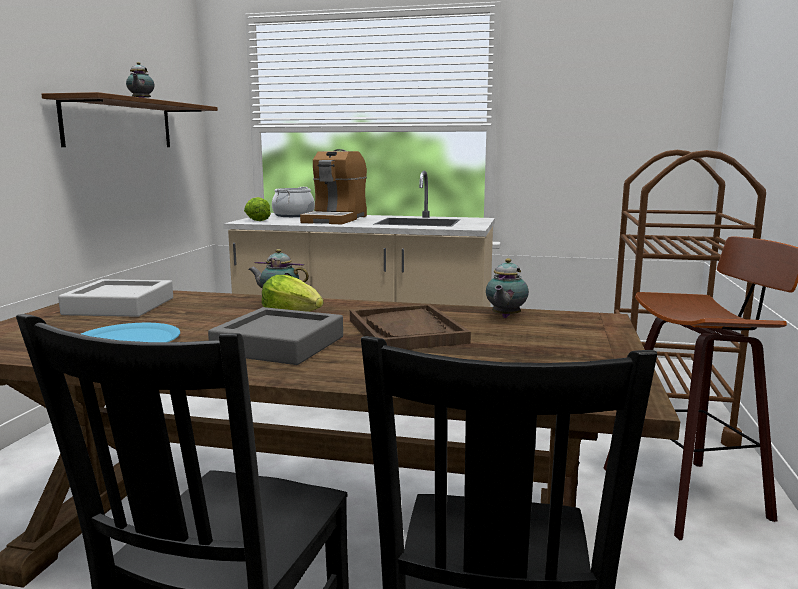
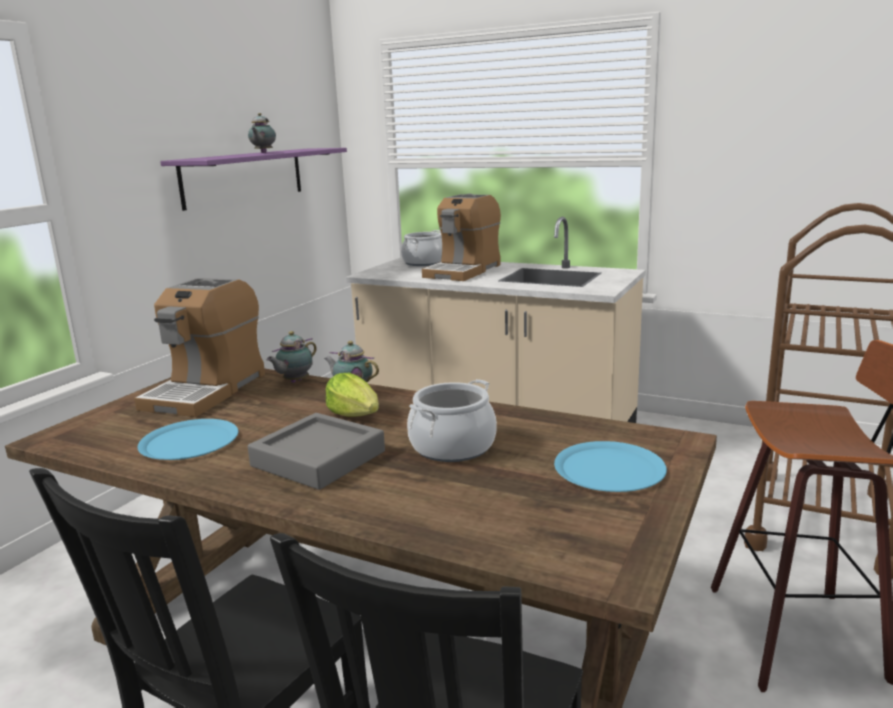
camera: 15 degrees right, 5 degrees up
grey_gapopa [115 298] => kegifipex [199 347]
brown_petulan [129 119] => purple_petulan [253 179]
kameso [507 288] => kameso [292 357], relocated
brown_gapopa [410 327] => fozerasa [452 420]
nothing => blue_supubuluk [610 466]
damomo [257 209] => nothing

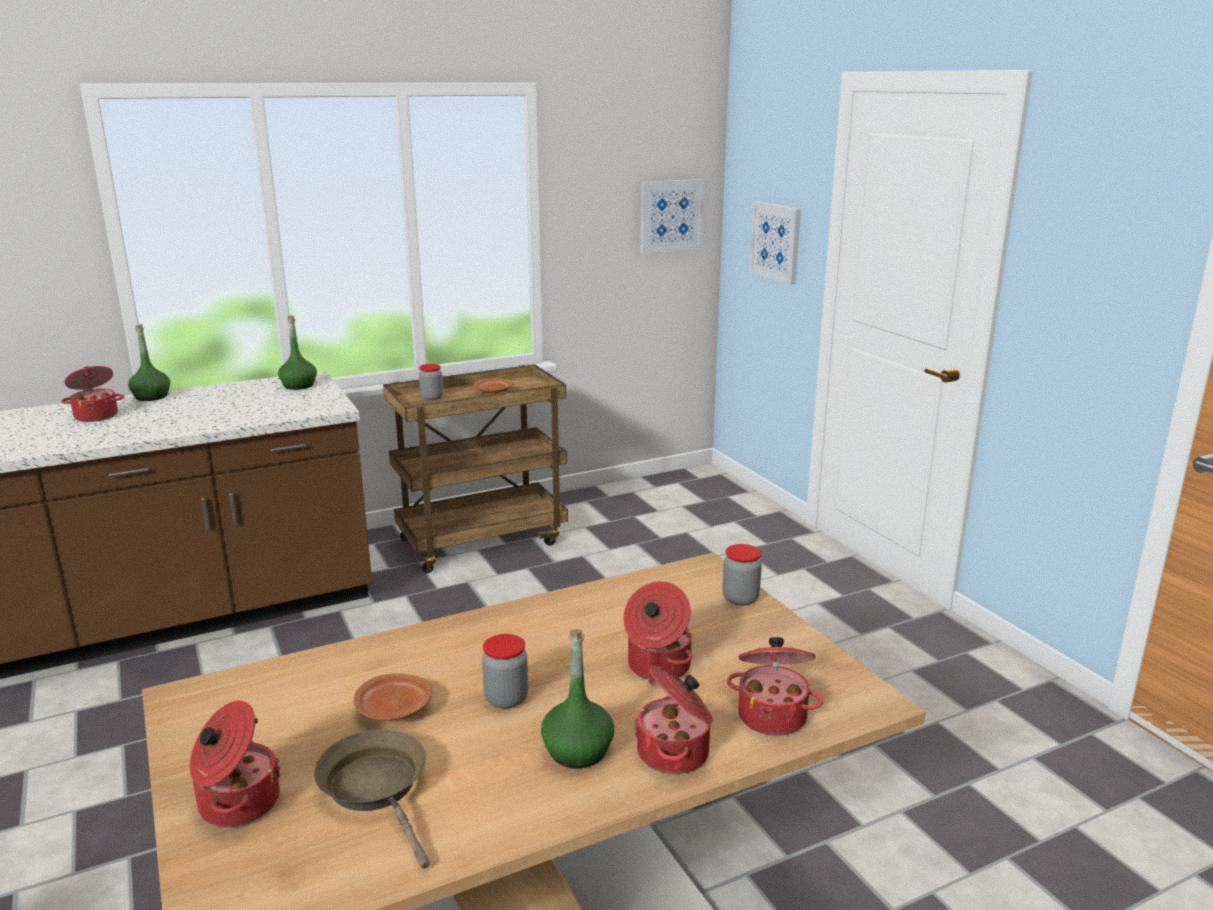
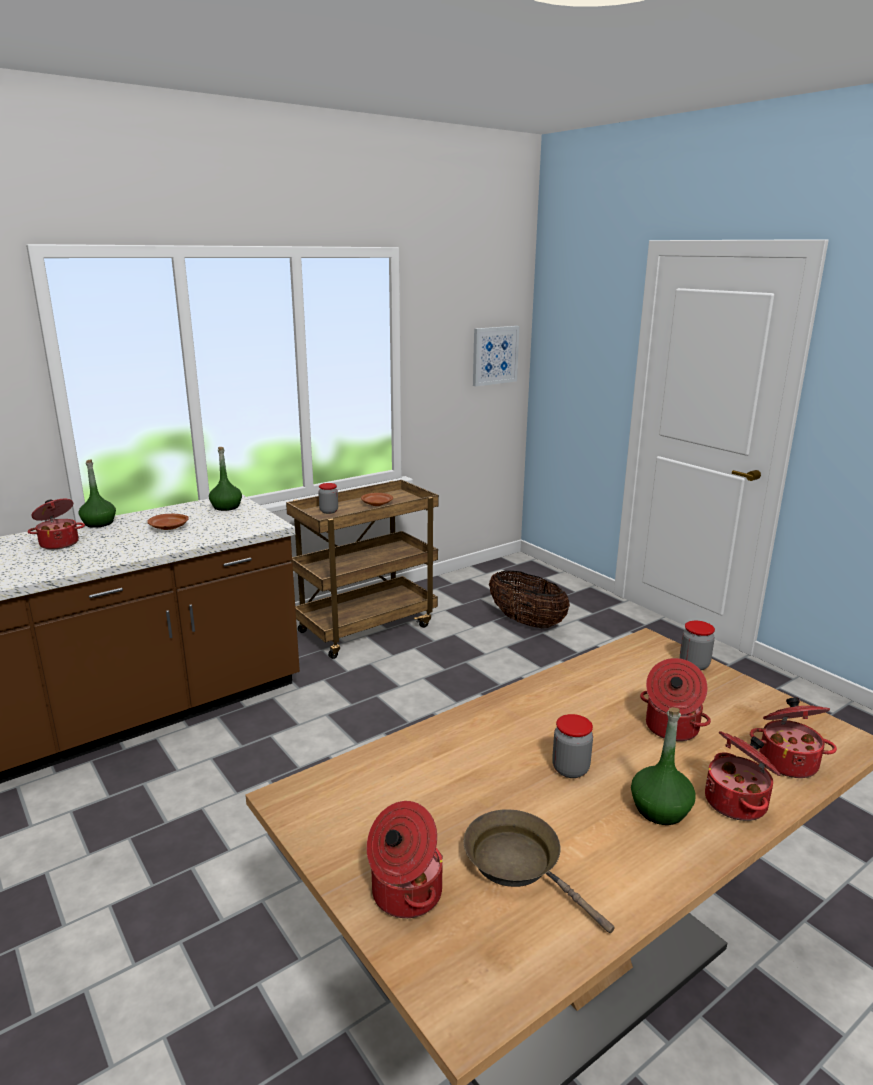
camera: 10 degrees left, 0 degrees up
brown_supubuluk [392 697] => brown_supubuluk [168 522], relocated
nothing => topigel [529 599]
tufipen [775 243] => nothing

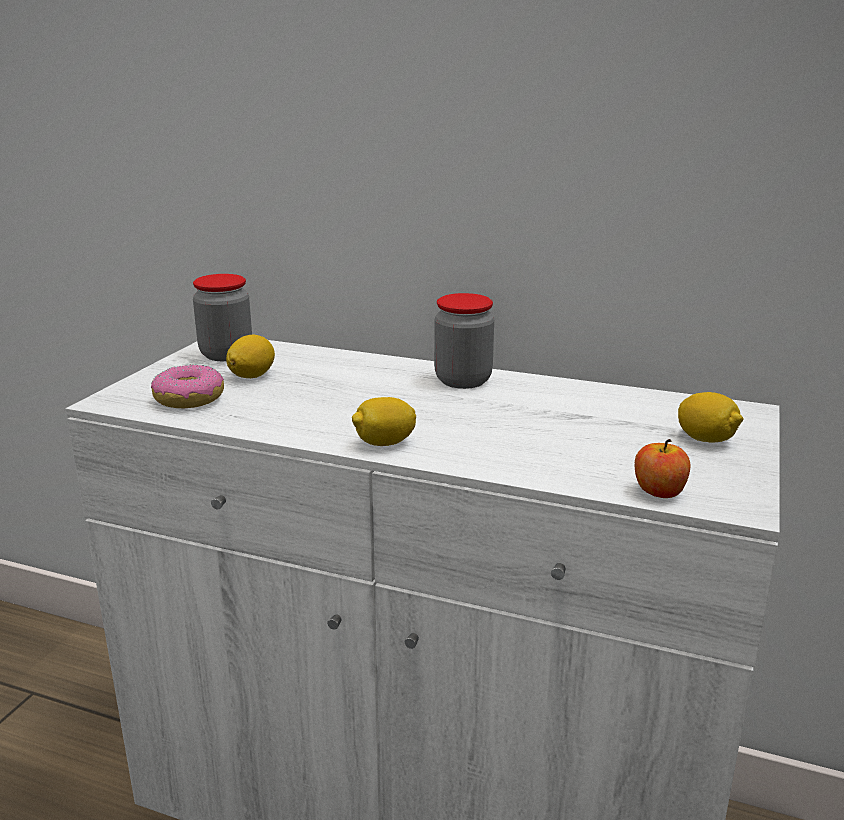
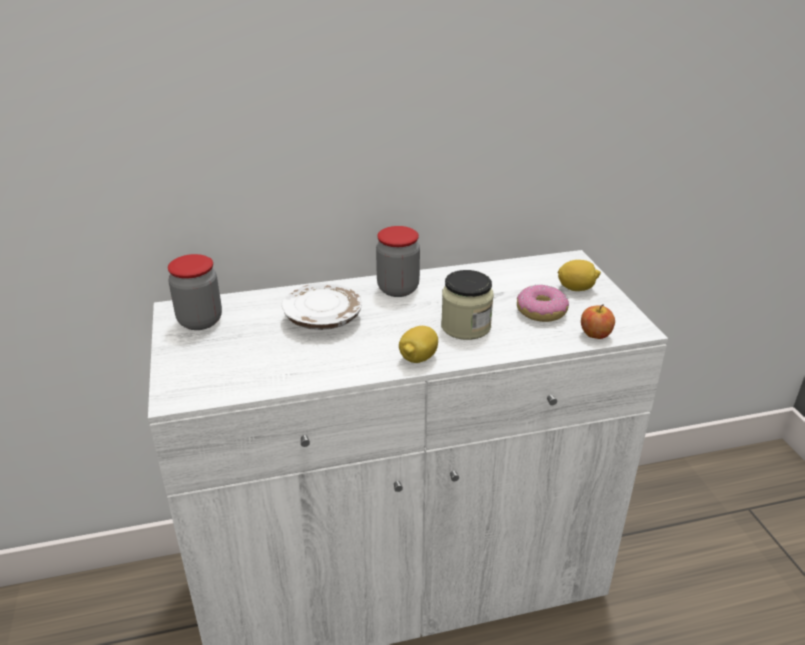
camera: 35 degrees left, 10 degrees up
nothing => white_supubuluk [322 306]
nothing => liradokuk [467 305]
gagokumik [187 386] => gagokumik [543 303], relocated
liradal [250 356] => nothing

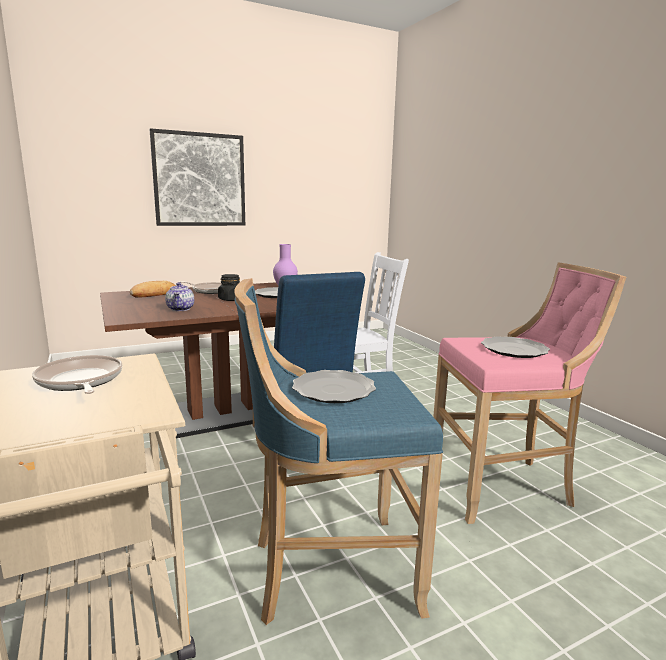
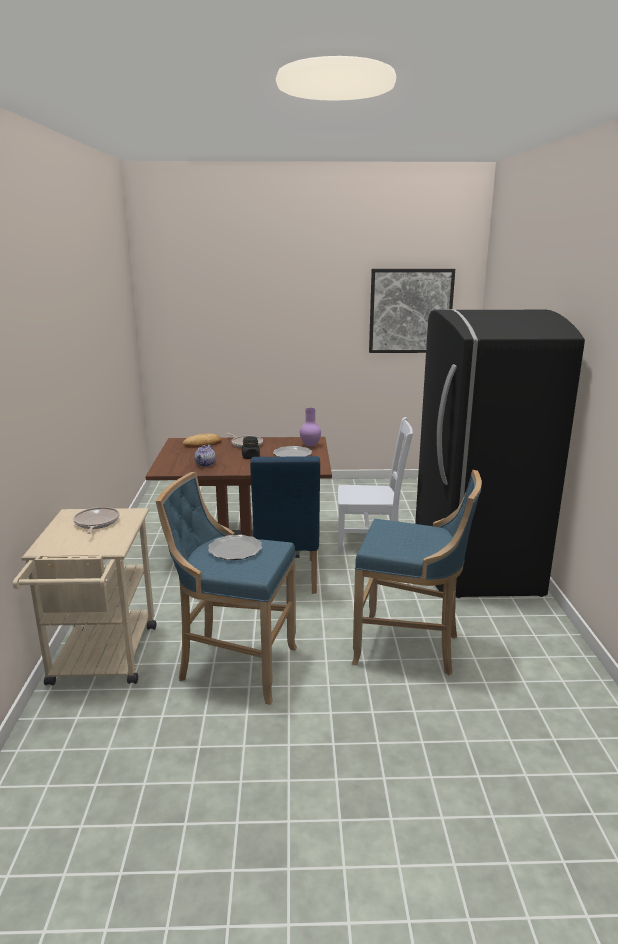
camera: 25 degrees right, 5 degrees up
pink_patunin [529 393] => blue_patunin [417 572]
tufipen [197 177] => tufipen [412 311], relocated
nothing => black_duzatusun [500 453]
supubuluk [515 347] => nothing

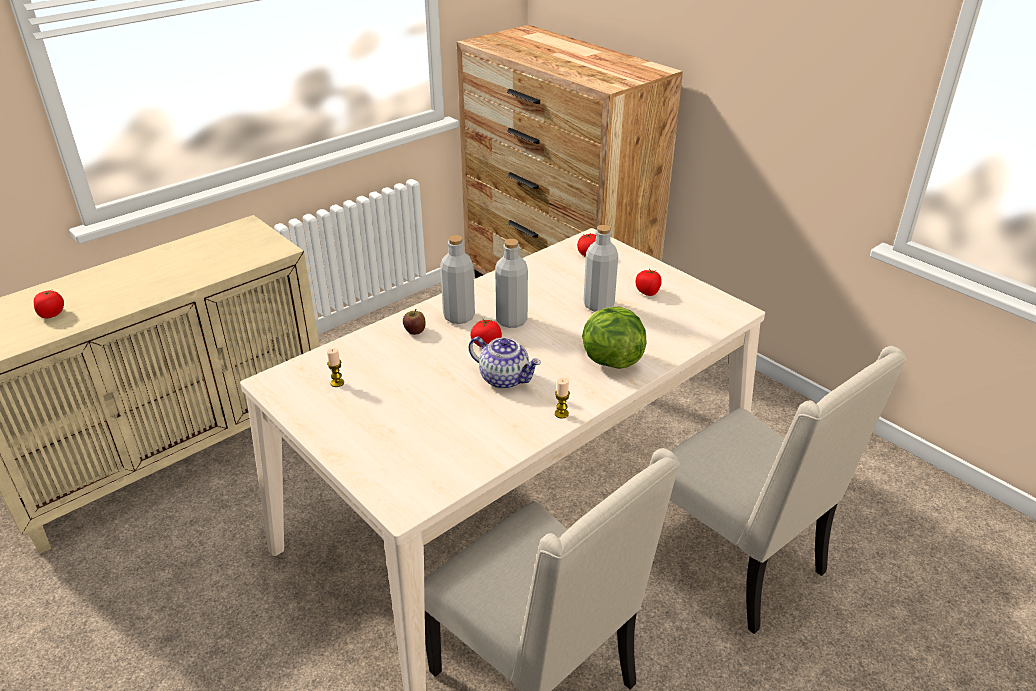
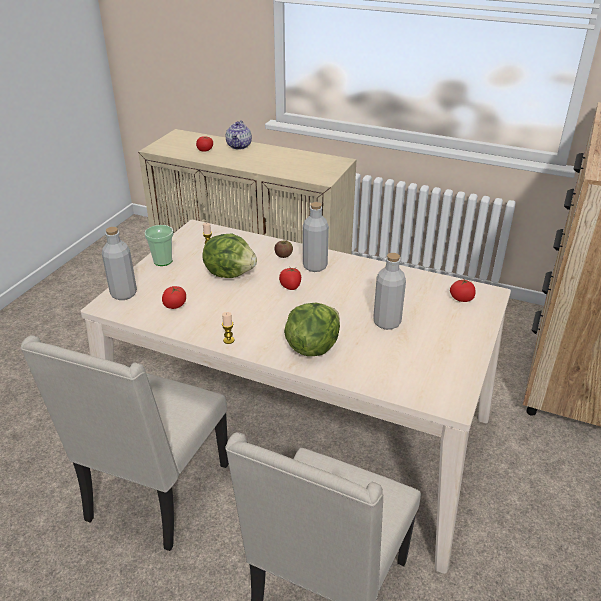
camera: 65 degrees right, 0 degrees up
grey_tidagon [511 283] => grey_tidagon [119 263], relocated
nothing => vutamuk [159 245]
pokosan [648 282] => pokosan [174 297], relocated
nothing => damomo [230 255]
kameso [505 363] => kameso [239 135], relocated

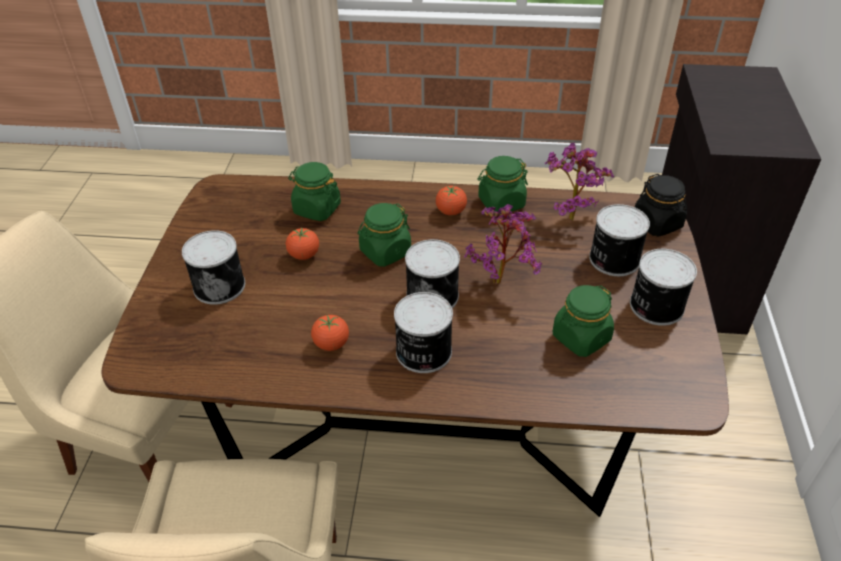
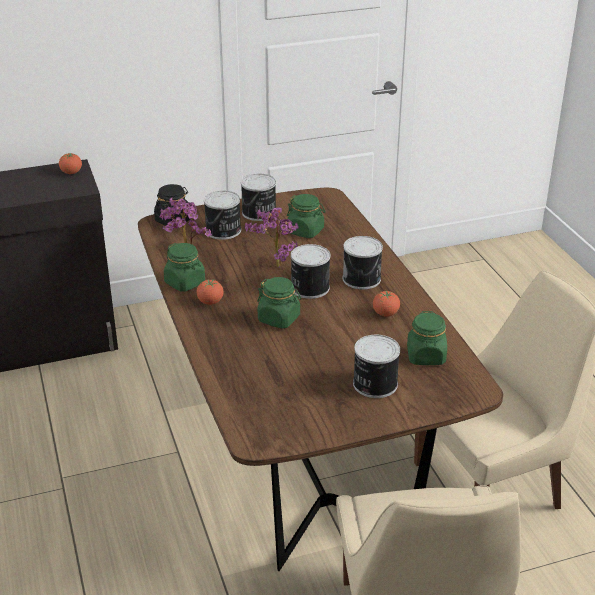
camera: 115 degrees left, 10 degrees down
pokosan [302 244] => pokosan [70 163], relocated
green_liradokuk [314 191] => green_liradokuk [427 338], relocated

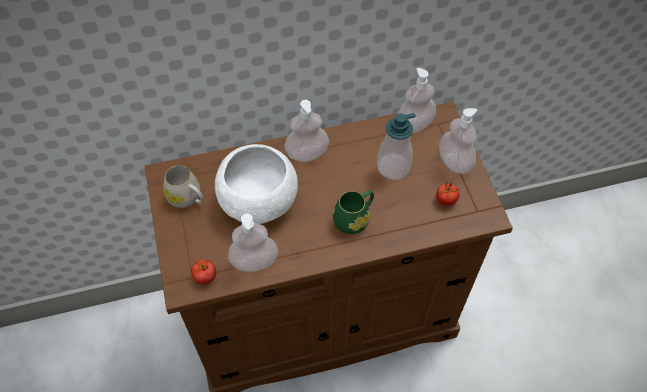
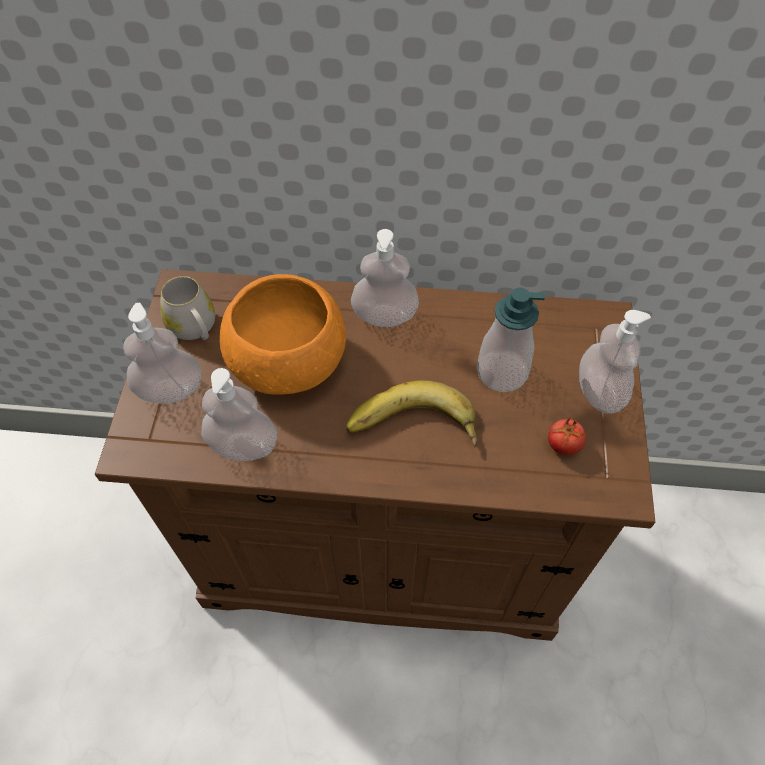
camera: 20 degrees right, 0 degrees up
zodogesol [416 100] => zodogesol [162 353], relocated
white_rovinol [256 184] => orange_rovinol [282 334]
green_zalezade [353 212] => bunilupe [412 413]
pokosan [203 271] => nothing

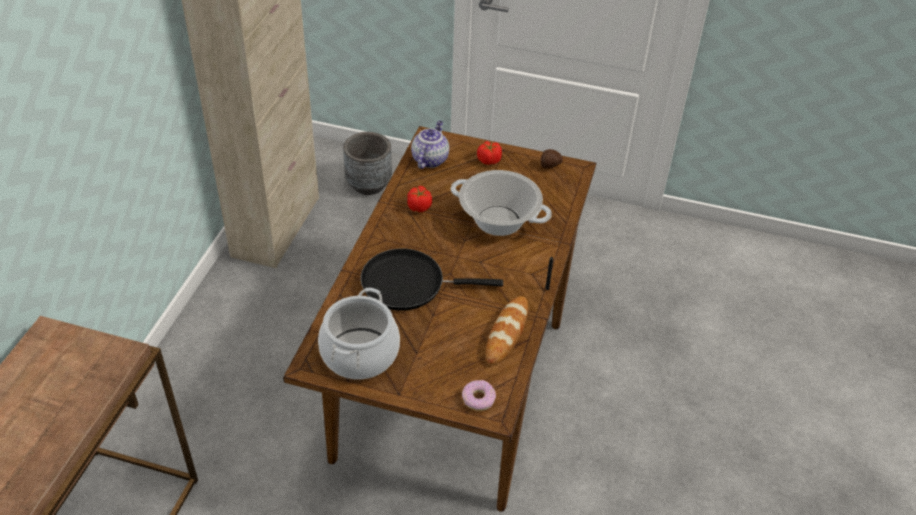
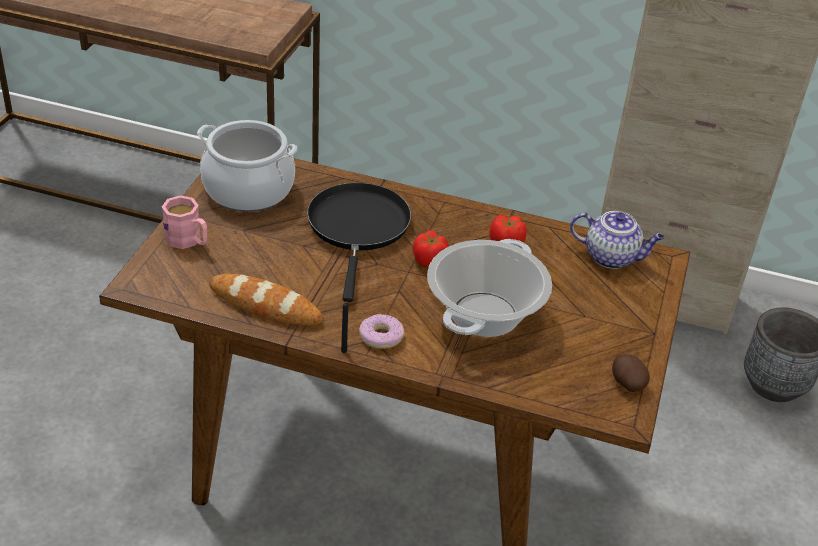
camera: 90 degrees right, 5 degrees down
nothing => pink_zalezade [184 222]
gagokumik [479 395] => gagokumik [382 331], relocated
pokosan [489 153] => pokosan [431 248], relocated

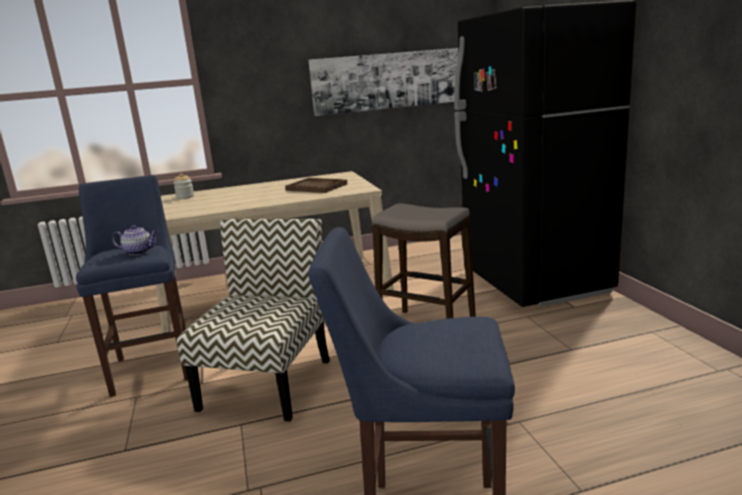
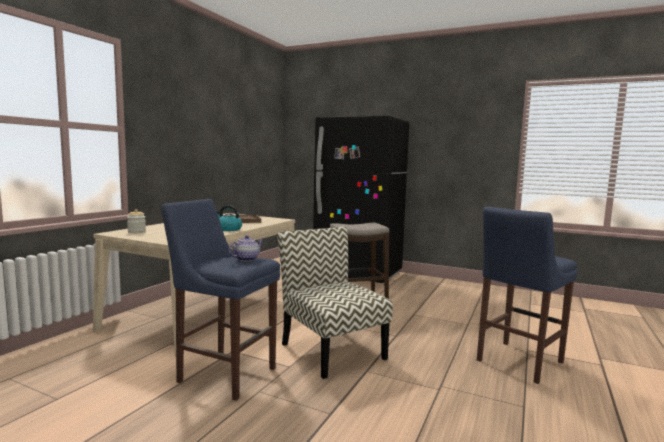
camera: 50 degrees left, 10 degrees down
nothing => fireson [229 218]
tufipen [384 82] => nothing

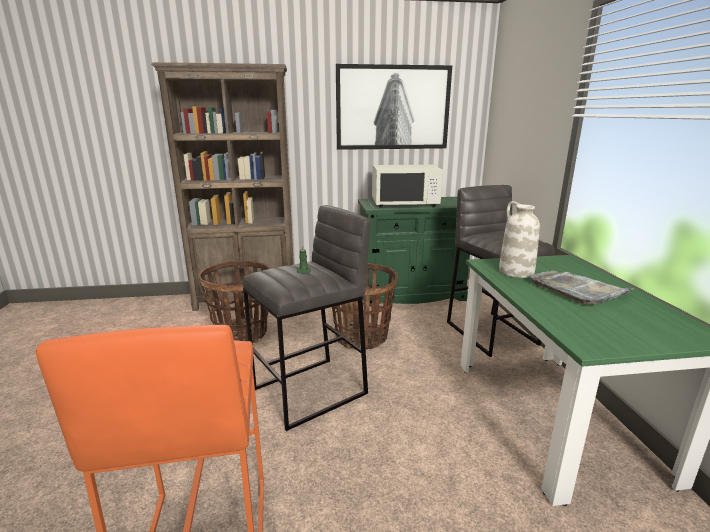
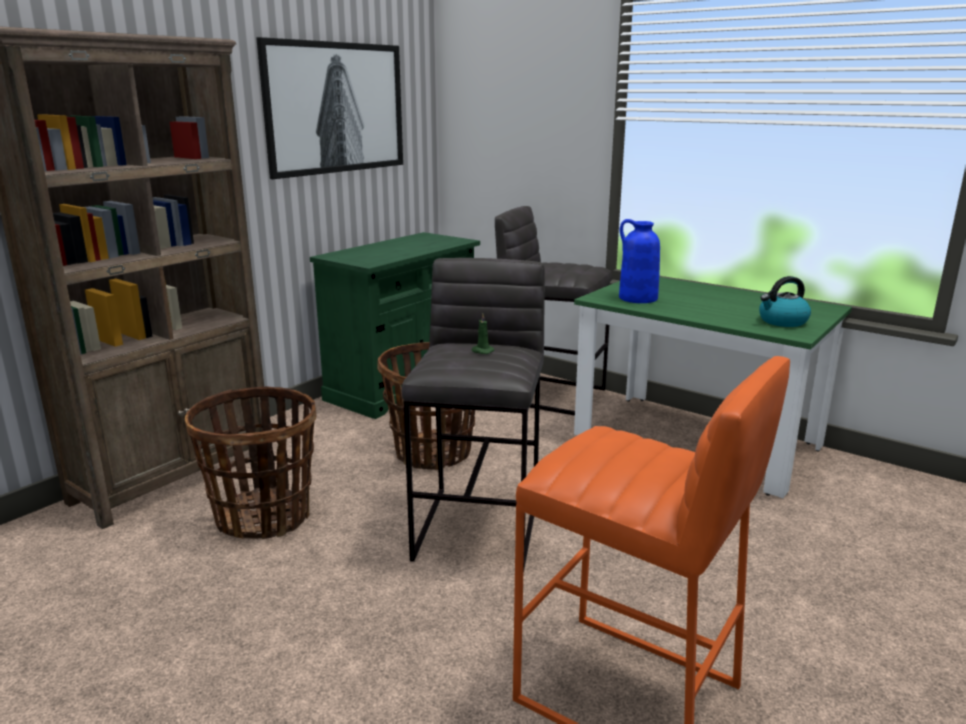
camera: 45 degrees left, 0 degrees up
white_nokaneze [519 239] => blue_nokaneze [639 261]
nothing => fireson [785 301]
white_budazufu [407 186] => nothing
grey_gapopa [582 287] => nothing

